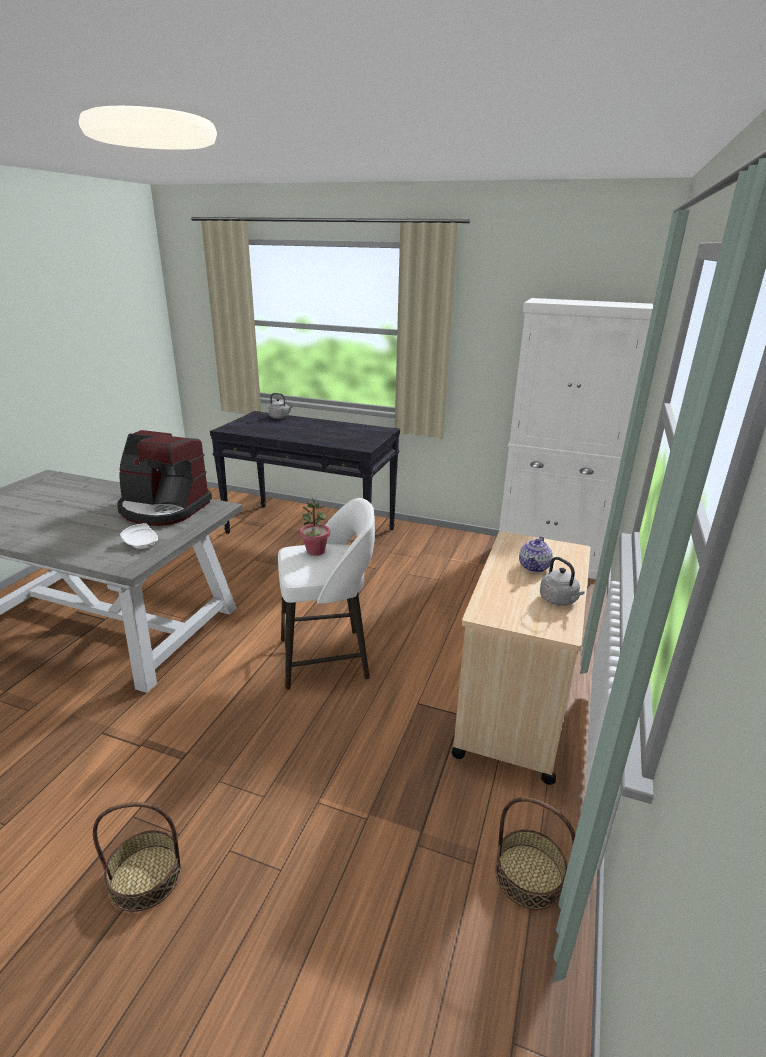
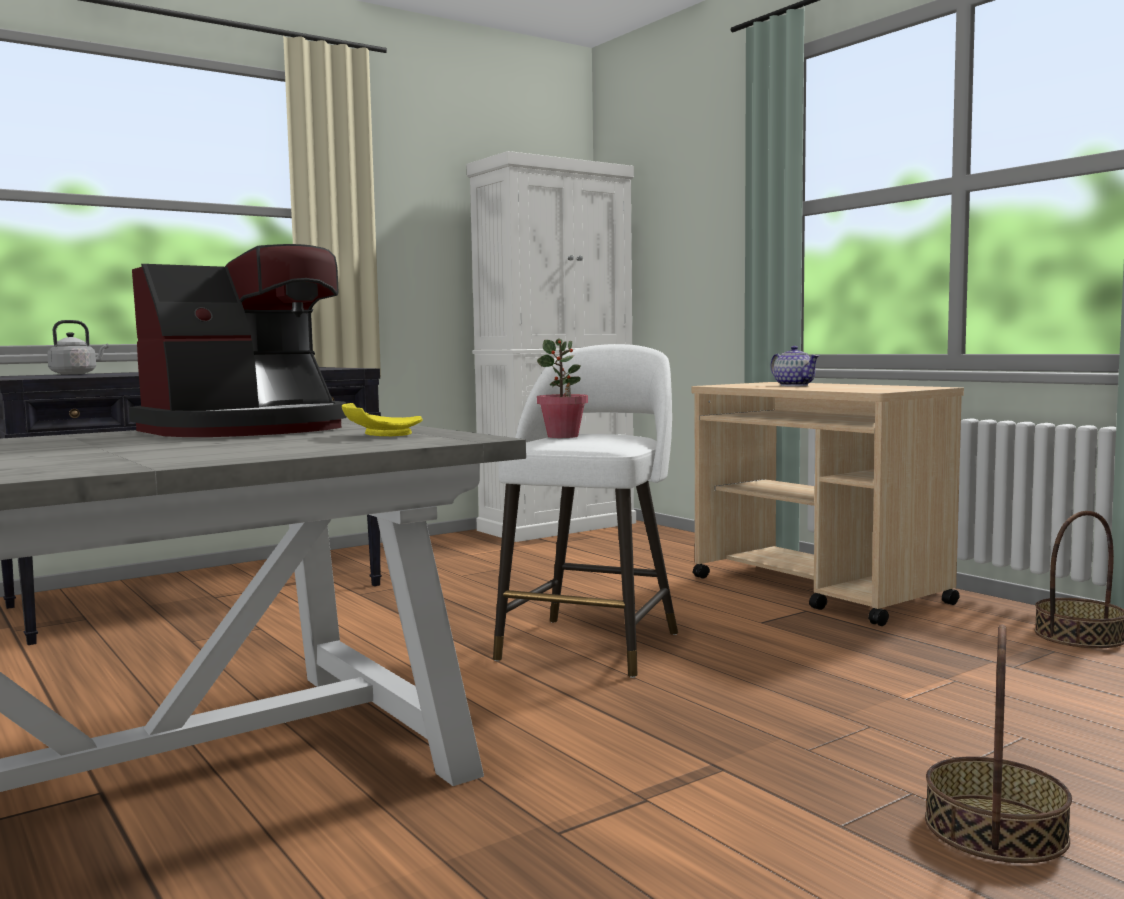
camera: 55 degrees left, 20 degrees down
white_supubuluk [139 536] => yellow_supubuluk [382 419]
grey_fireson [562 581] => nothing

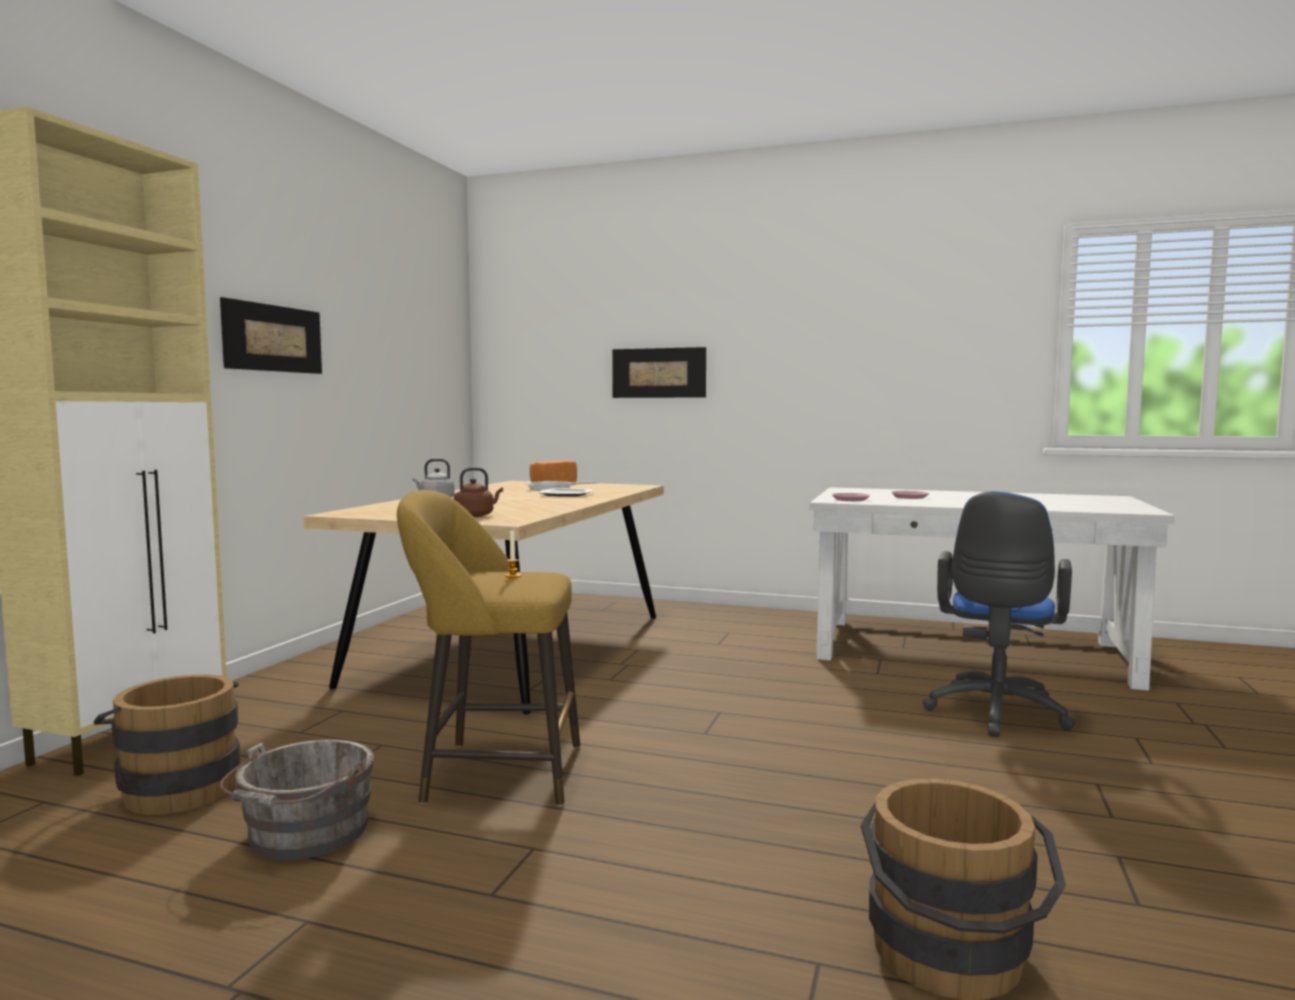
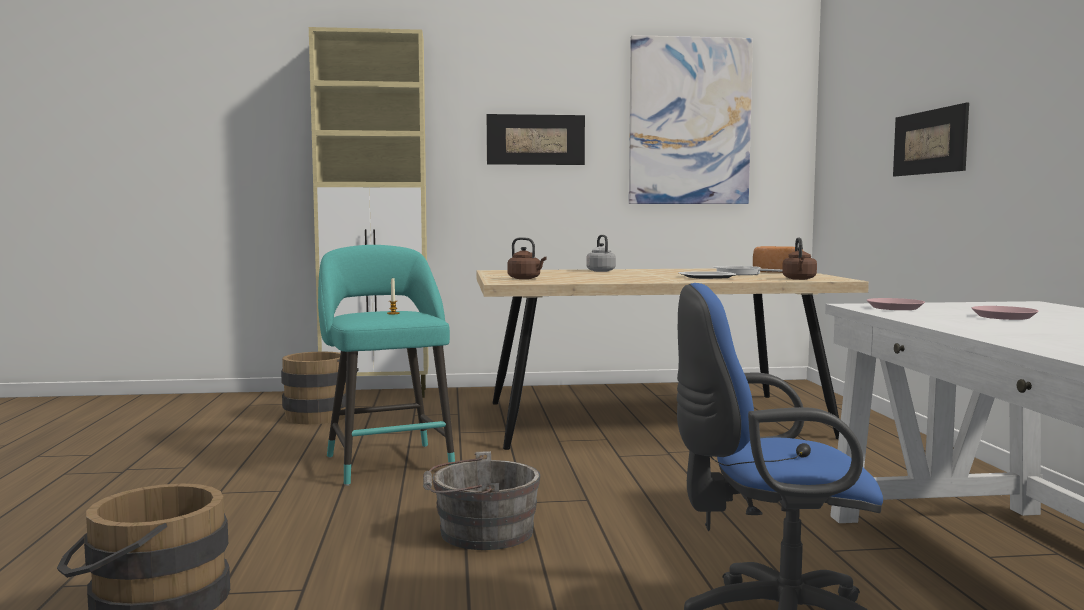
camera: 65 degrees right, 0 degrees up
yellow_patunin [488 648] => turquoise_patunin [386 365]
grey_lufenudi [297 799] => grey_lufenudi [481 500], relocated
nothing => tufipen [691 119]
nothing => brown_fireson [799 258]

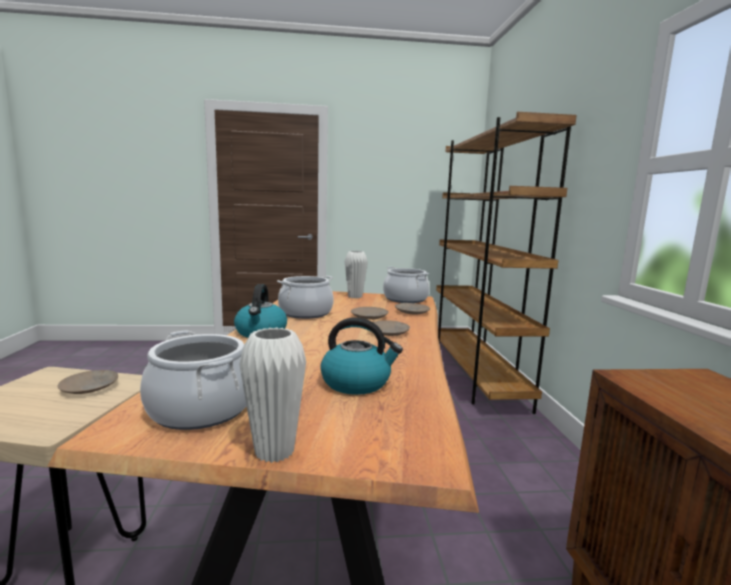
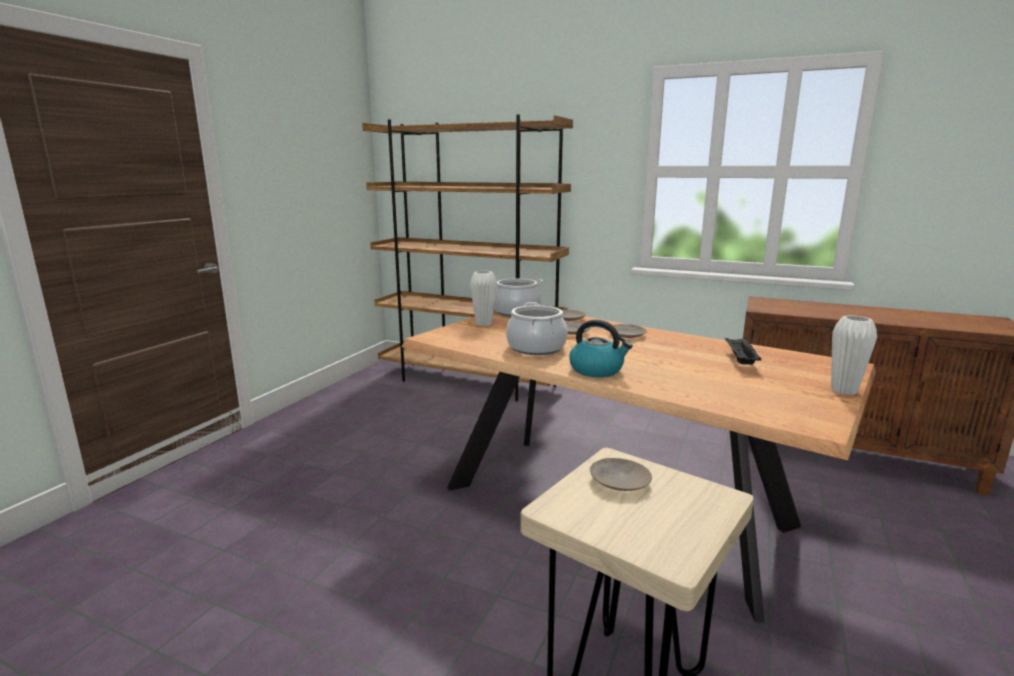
camera: 60 degrees left, 5 degrees up
fireson [361 356] => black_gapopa [743 351]
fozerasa [193 380] => nothing

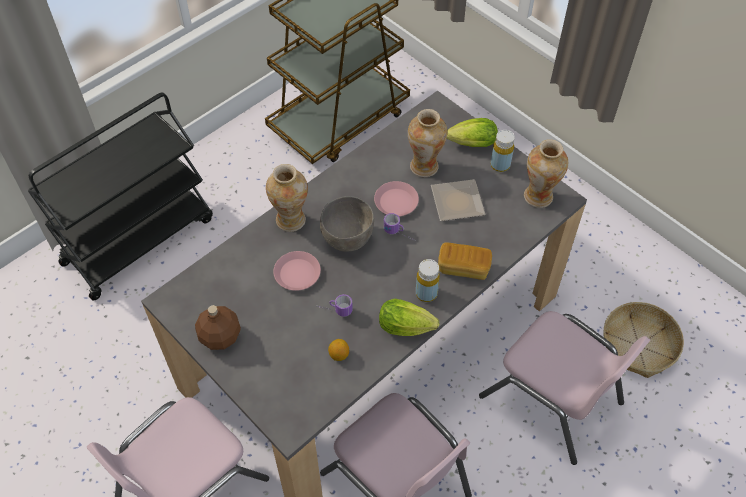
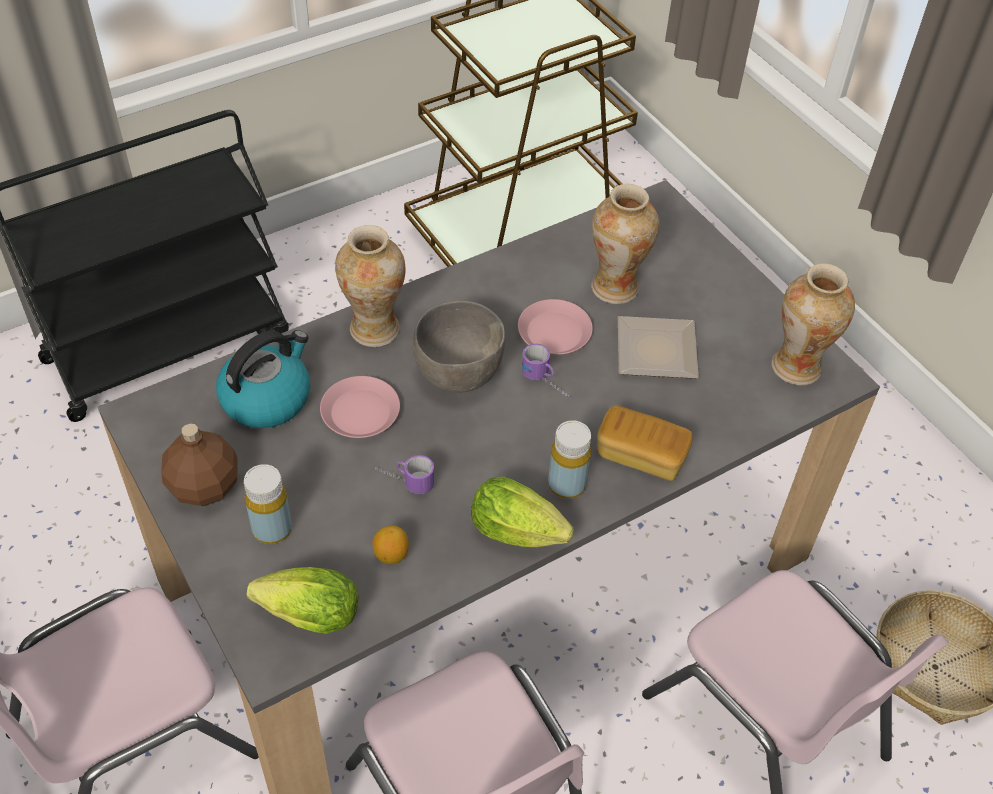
camera: 10 degrees right, 5 degrees down
nothing => fireson [263 379]
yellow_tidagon [503 151] => yellow_tidagon [268 504], relocated
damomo [472 132] => damomo [302 600], relocated

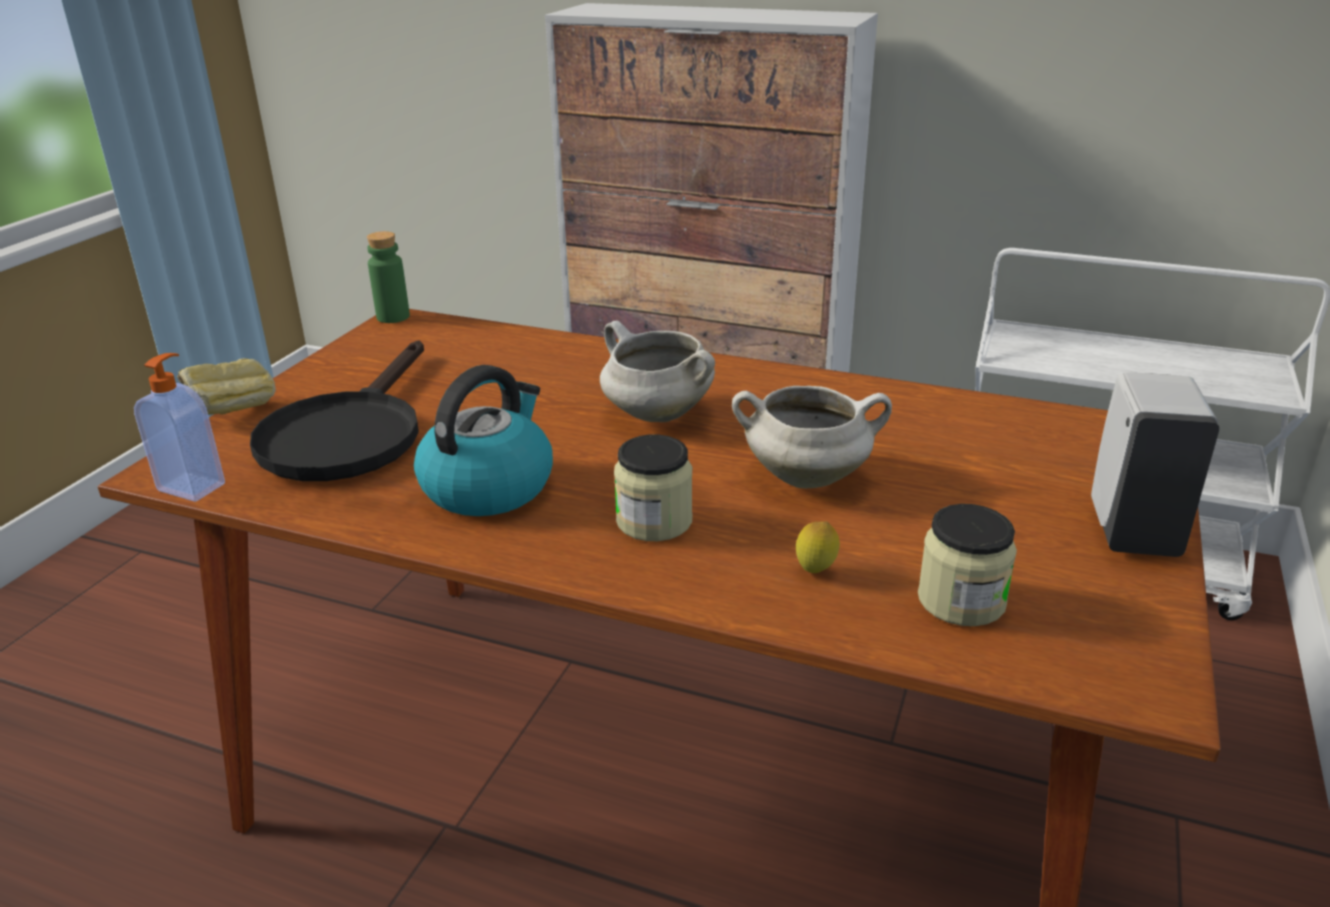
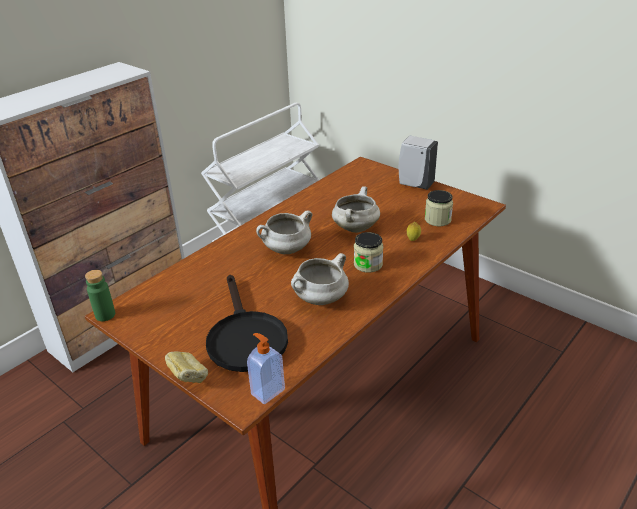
camera: 70 degrees left, 5 degrees up
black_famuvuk [337 410] => black_famuvuk [247 323], 45 degrees clockwise
fireson [483 440] => white_fozerasa [320 279]

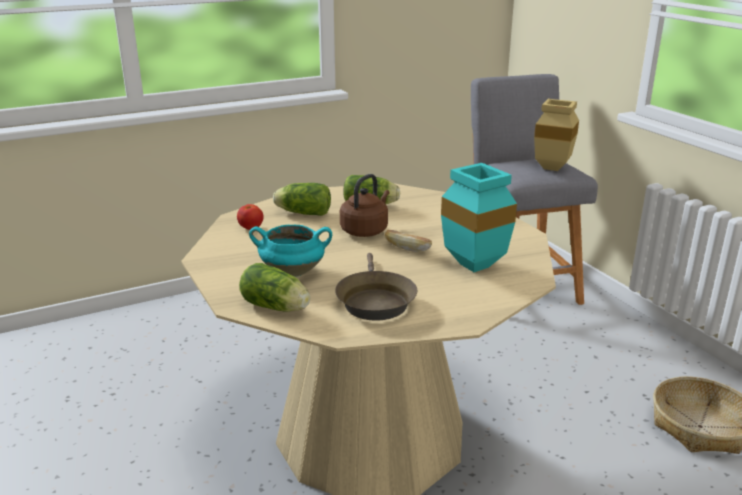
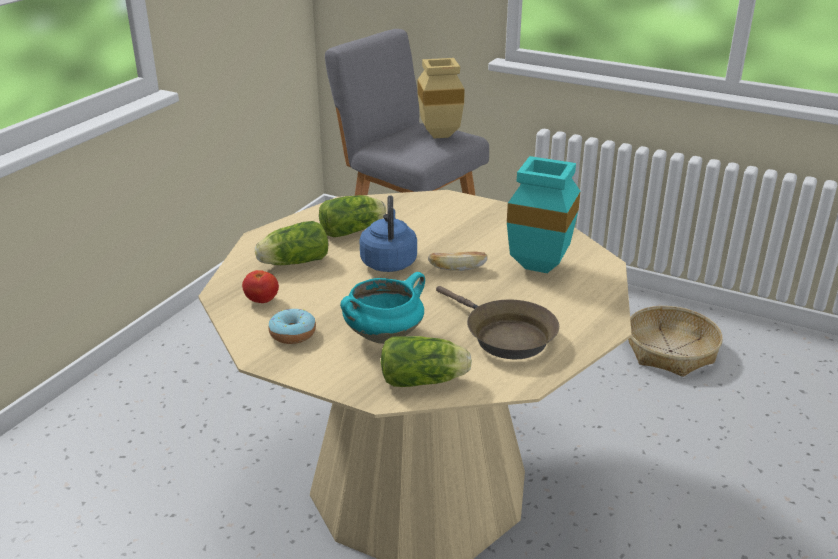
camera: 35 degrees left, 5 degrees up
nothing => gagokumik [292 326]
brown_fireson [364 205] => blue_fireson [388 233]

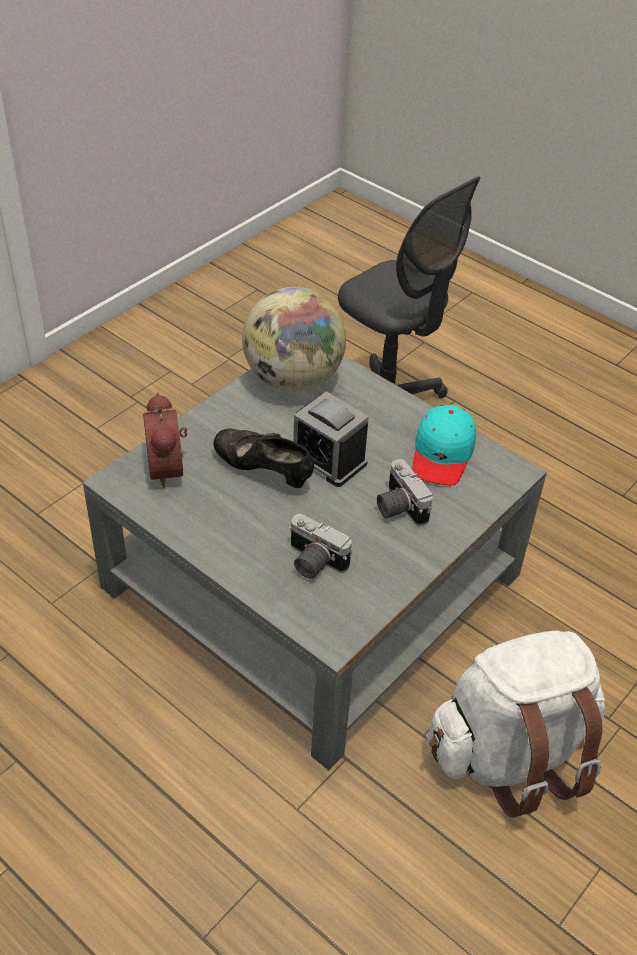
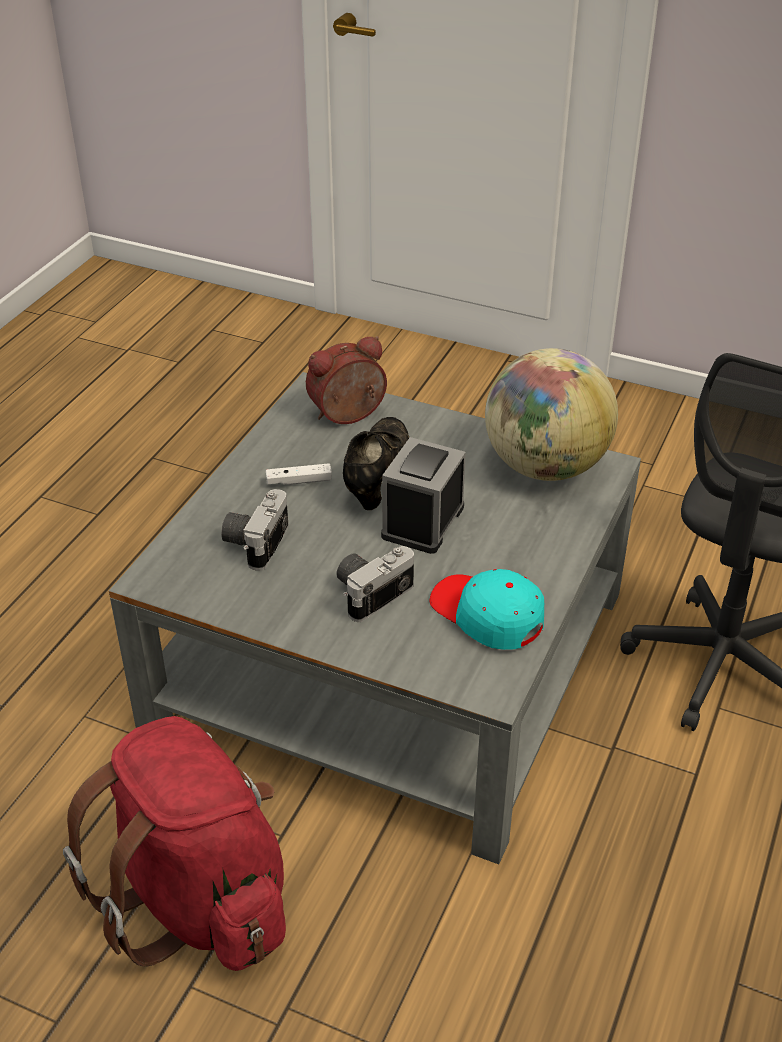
camera: 75 degrees right, 5 degrees down
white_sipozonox [516 724] => red_sipozonox [174 843]
nothing => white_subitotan [299 474]
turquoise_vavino [444 445] => turquoise_vavino [487 609], 45 degrees clockwise

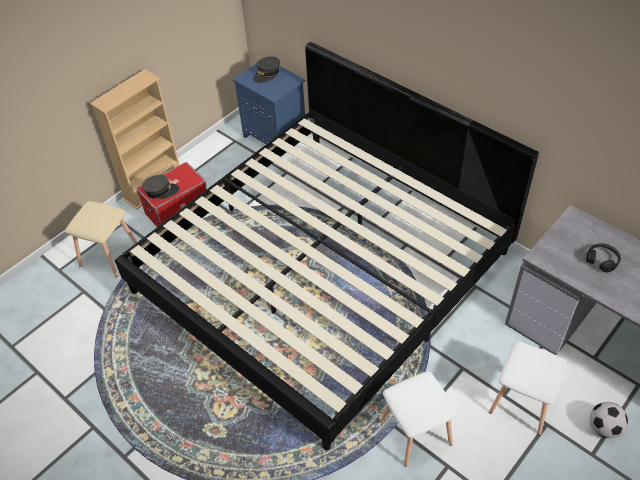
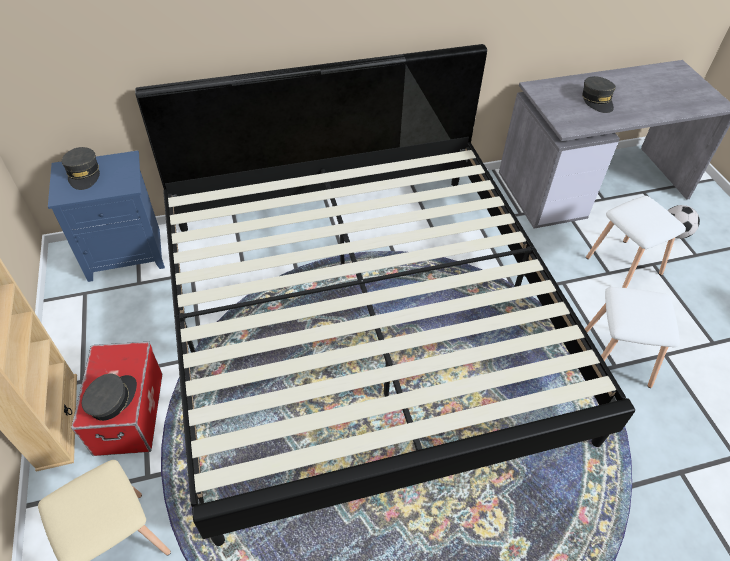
camera: 60 degrees left, 0 degrees up
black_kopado [603 258] => grey_vavino [599 94]

